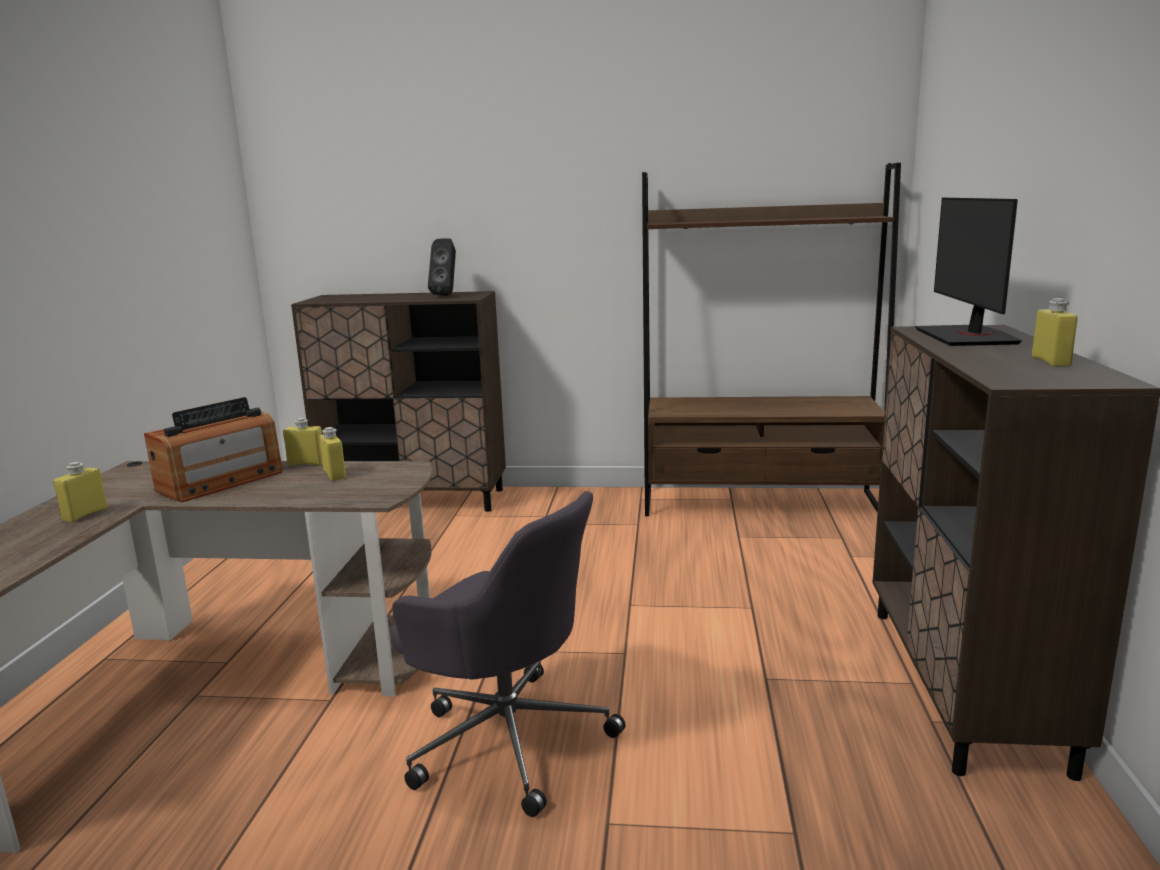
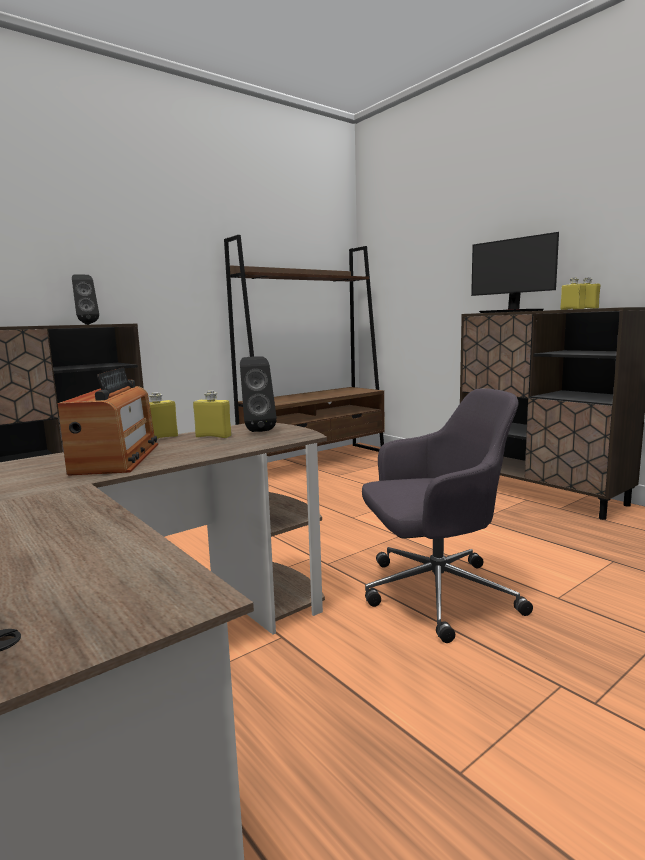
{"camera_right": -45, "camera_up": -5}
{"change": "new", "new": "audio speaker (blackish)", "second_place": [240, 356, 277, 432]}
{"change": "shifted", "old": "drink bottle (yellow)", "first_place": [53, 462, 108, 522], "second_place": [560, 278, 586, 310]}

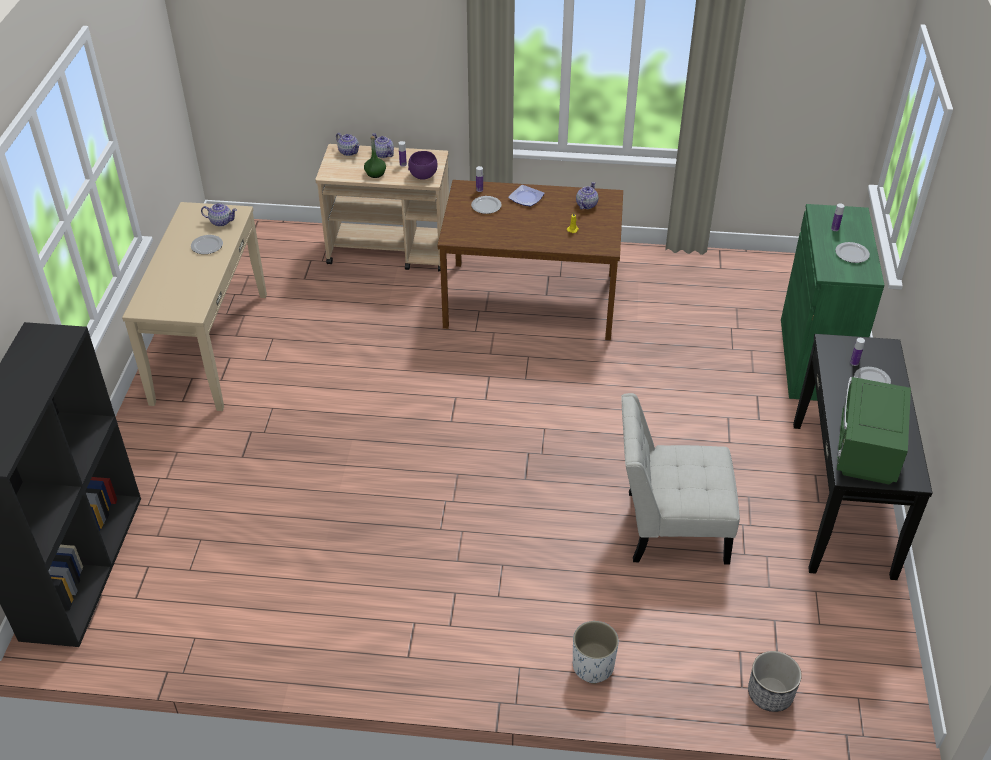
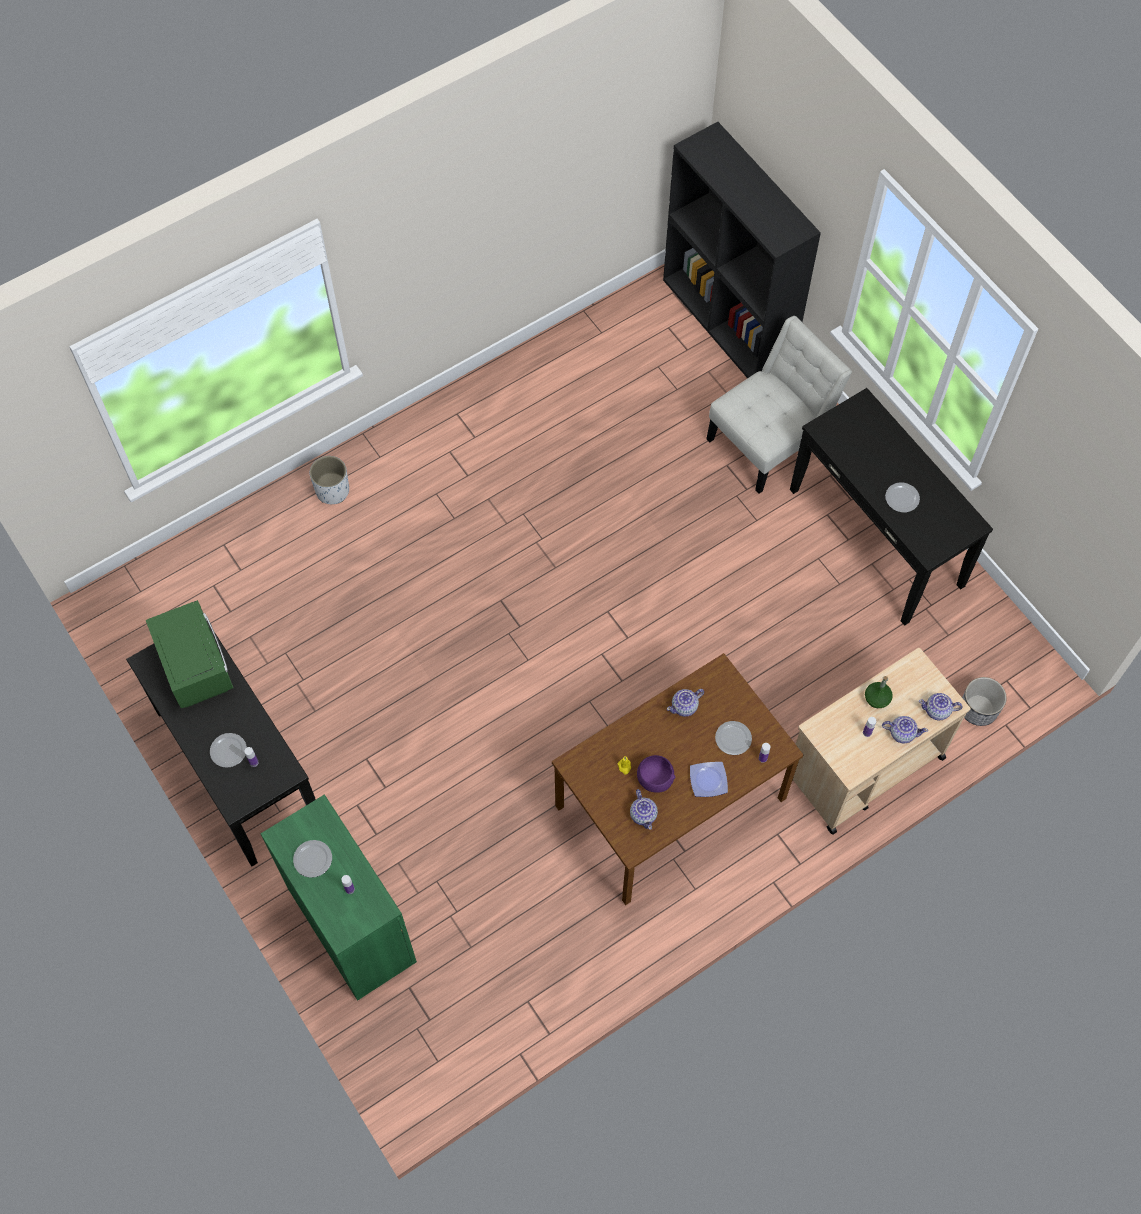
{"camera_right": 140, "camera_up": 20}
{"change": "shifted", "old": "serving bowl (purple-coloured)", "first_place": [408, 151, 438, 180], "second_place": [637, 755, 675, 793]}
{"change": "shifted", "old": "teapot", "first_place": [201, 203, 237, 227], "second_place": [667, 689, 704, 717]}
{"change": "shifted", "old": "plain chair (white)", "first_place": [621, 393, 740, 565], "second_place": [706, 316, 852, 494]}
{"change": "repainted", "old": "narrow table (beige)", "new": "narrow table (blackish)", "first_place": [122, 202, 267, 411], "second_place": [790, 388, 993, 626]}
{"change": "shifted", "old": "flower pot", "first_place": [748, 651, 802, 712], "second_place": [962, 677, 1007, 726]}

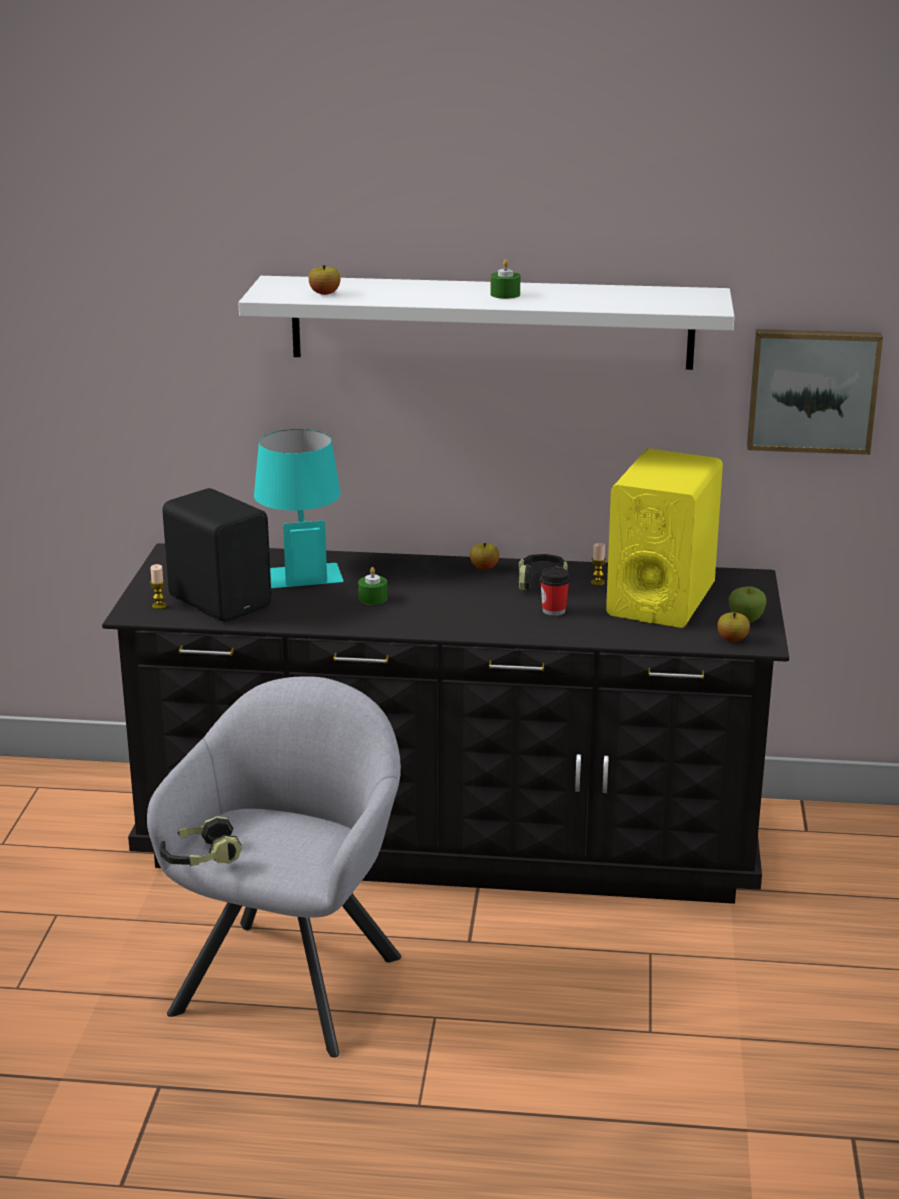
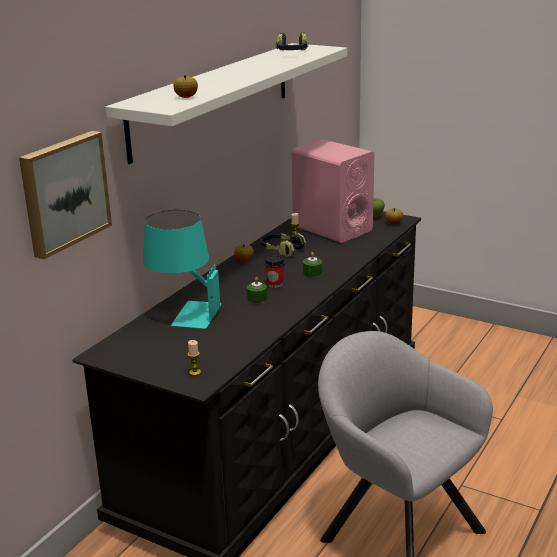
{"camera_right": -65, "camera_up": 0}
{"change": "shifted", "old": "picture", "first_place": [747, 329, 883, 455], "second_place": [19, 131, 112, 259]}
{"change": "shifted", "old": "cup", "first_place": [540, 567, 570, 616], "second_place": [264, 255, 285, 288]}
{"change": "shifted", "old": "headphones", "first_place": [160, 816, 242, 866], "second_place": [276, 32, 308, 51]}
{"change": "repainted", "old": "audio speaker (yellow)", "new": "audio speaker (pink-coloured)", "first_place": [606, 449, 723, 628], "second_place": [291, 139, 375, 243]}
{"change": "shifted", "old": "candle (green)", "first_place": [490, 259, 520, 299], "second_place": [303, 252, 322, 277]}
{"change": "gone", "old": "audio speaker (blackish)", "first_place": [162, 488, 272, 622]}

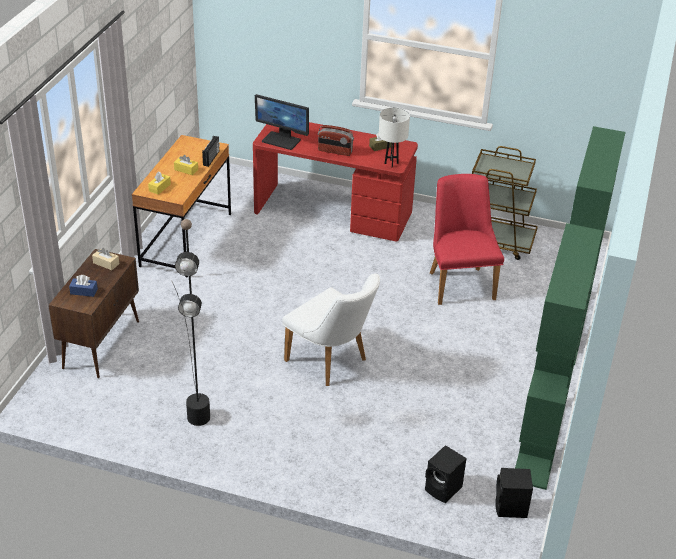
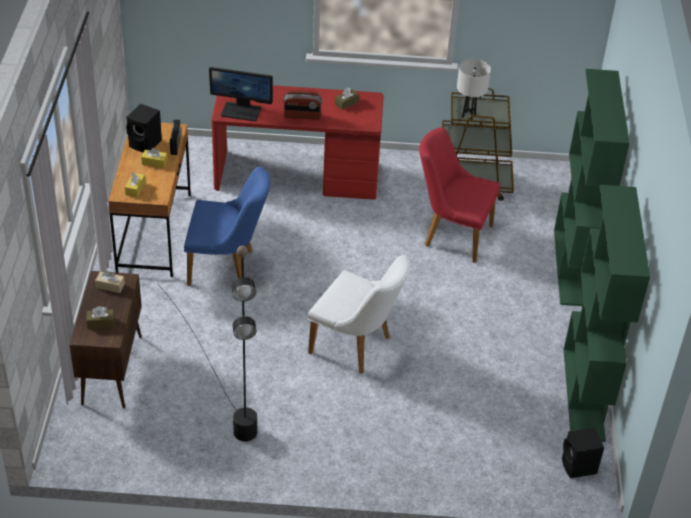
{"camera_right": -15, "camera_up": 5}
{"change": "repainted", "old": "tissue holder (bluish)", "new": "tissue holder (brownish)", "first_place": [69, 275, 98, 297], "second_place": [87, 306, 114, 328]}
{"change": "shifted", "old": "audio speaker (blackish)", "first_place": [425, 445, 467, 503], "second_place": [126, 104, 162, 152]}
{"change": "new", "new": "plain chair (bluish)", "second_place": [184, 167, 271, 286]}
{"change": "rotated", "old": "plain chair (red)", "first_place": [430, 174, 504, 305], "second_place": [419, 127, 500, 263], "degrees": -45}
{"change": "shifted", "old": "table lamp (white)", "first_place": [379, 107, 410, 167], "second_place": [457, 59, 491, 120]}

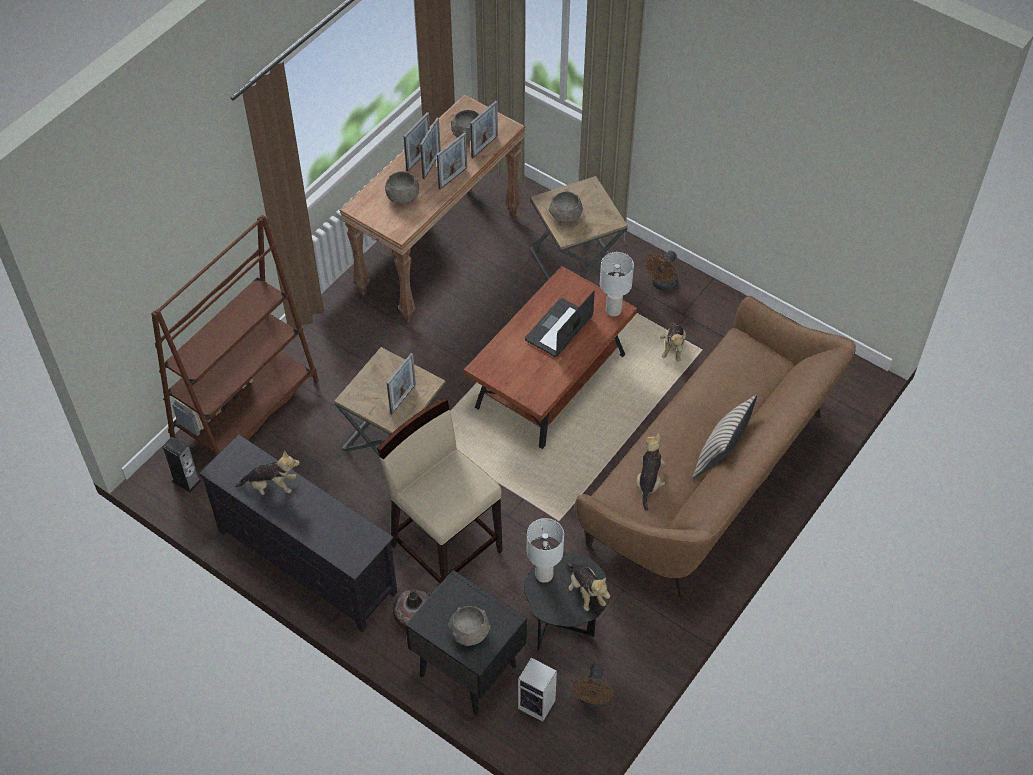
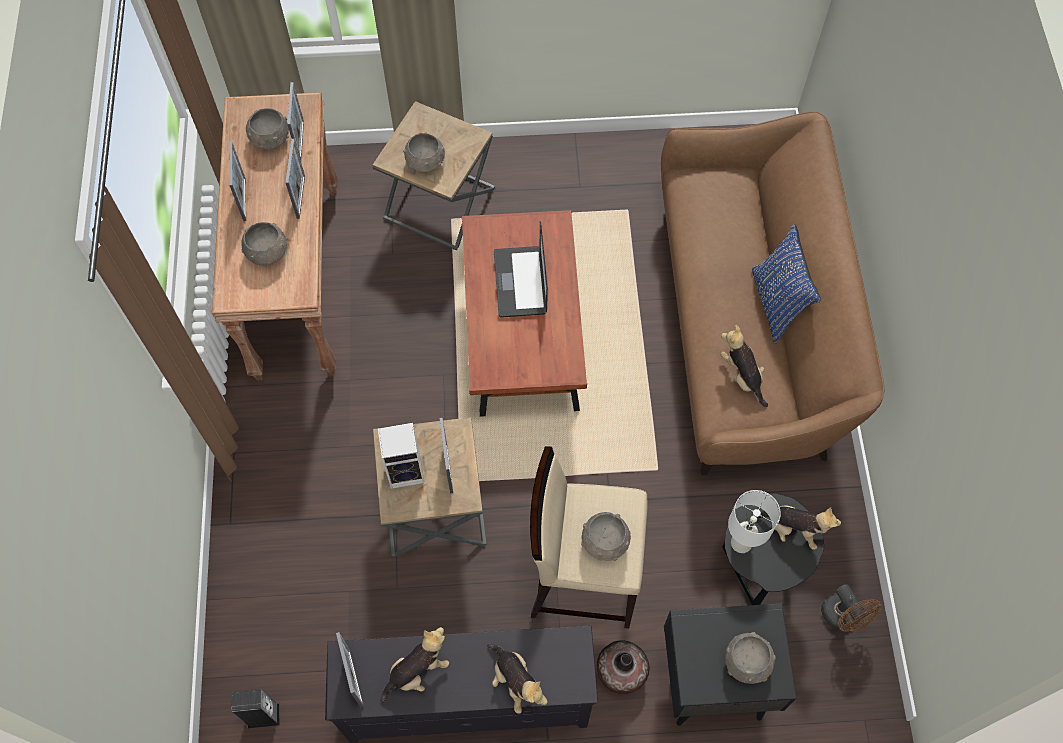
{"camera_right": -40, "camera_up": 10}
{"change": "shifted", "old": "photo frame", "first_place": [420, 118, 441, 179], "second_place": [336, 632, 364, 707]}
{"change": "shifted", "old": "audio speaker", "first_place": [518, 658, 557, 722], "second_place": [378, 423, 424, 489]}
{"change": "shifted", "old": "plush toy", "first_place": [660, 323, 686, 362], "second_place": [487, 644, 547, 714]}
{"change": "new", "new": "serving bowl (grey)", "second_place": [581, 512, 631, 561]}
{"change": "repainted", "old": "pillow (beige)", "new": "pillow (bluish)", "first_place": [693, 395, 757, 479], "second_place": [752, 224, 821, 344]}
{"change": "gone", "old": "bookcase (brownish)", "first_place": [151, 215, 319, 456]}
{"change": "gone", "old": "table lamp (white)", "first_place": [600, 252, 634, 316]}
{"change": "gone", "old": "cooling fan (brownish)", "first_place": [645, 251, 678, 292]}

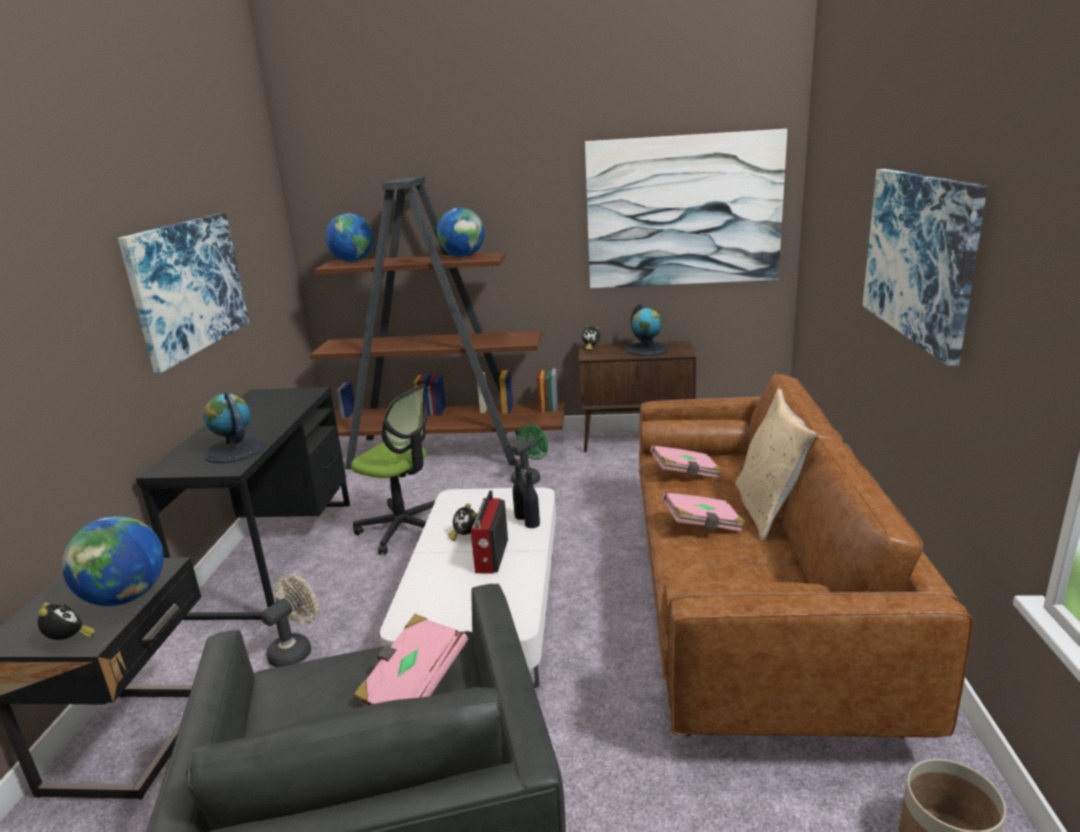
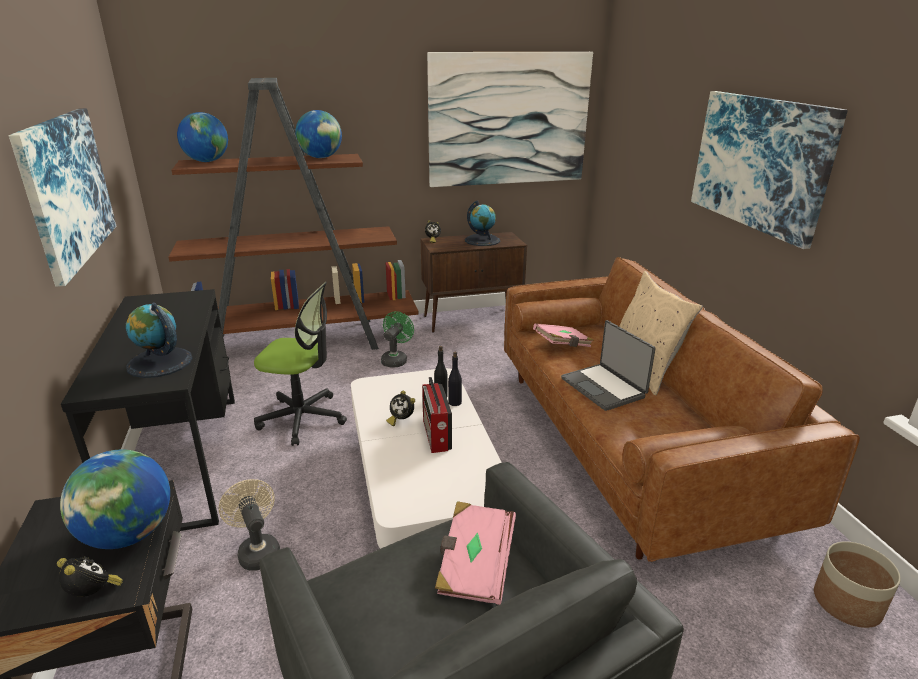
{"camera_right": -20, "camera_up": 5}
{"change": "rotated", "old": "cooling fan (beige)", "first_place": [261, 574, 318, 667], "second_place": [219, 479, 280, 571], "degrees": -45}
{"change": "swapped", "old": "volume (pink-coloured)", "new": "laptop", "first_place": [662, 491, 746, 532], "second_place": [561, 320, 656, 411]}

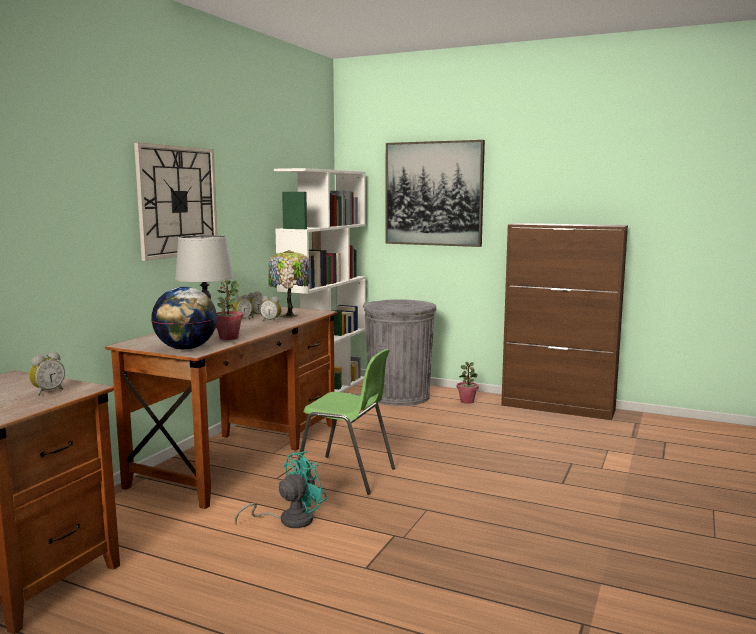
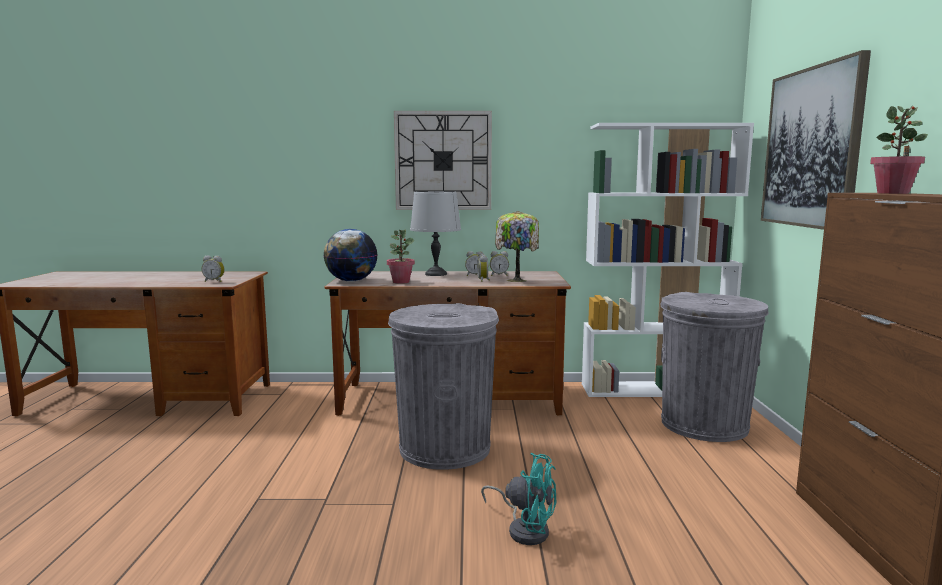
{"camera_right": 65, "camera_up": 0}
{"change": "swapped", "old": "plain chair (green)", "new": "trash can (grey)", "first_place": [296, 349, 395, 495], "second_place": [388, 303, 499, 470]}
{"change": "shifted", "old": "cooling fan (turquoise)", "first_place": [235, 451, 327, 528], "second_place": [481, 453, 556, 545]}
{"change": "shifted", "old": "plant in a pot", "first_place": [457, 362, 479, 404], "second_place": [870, 106, 928, 194]}

